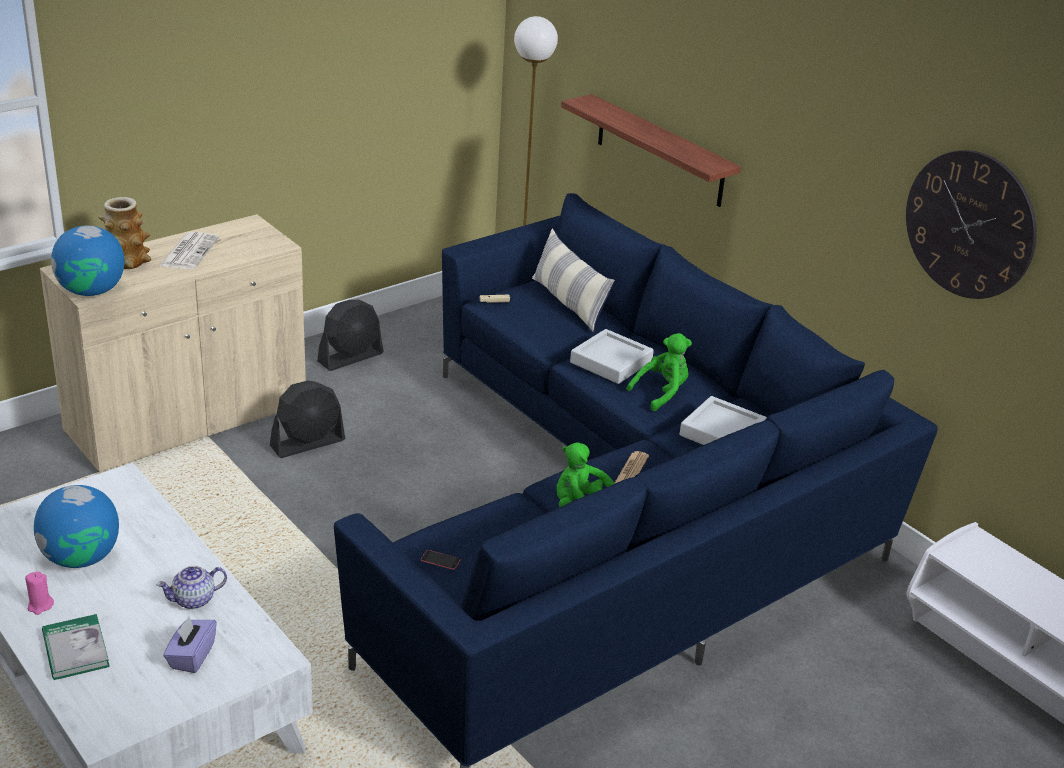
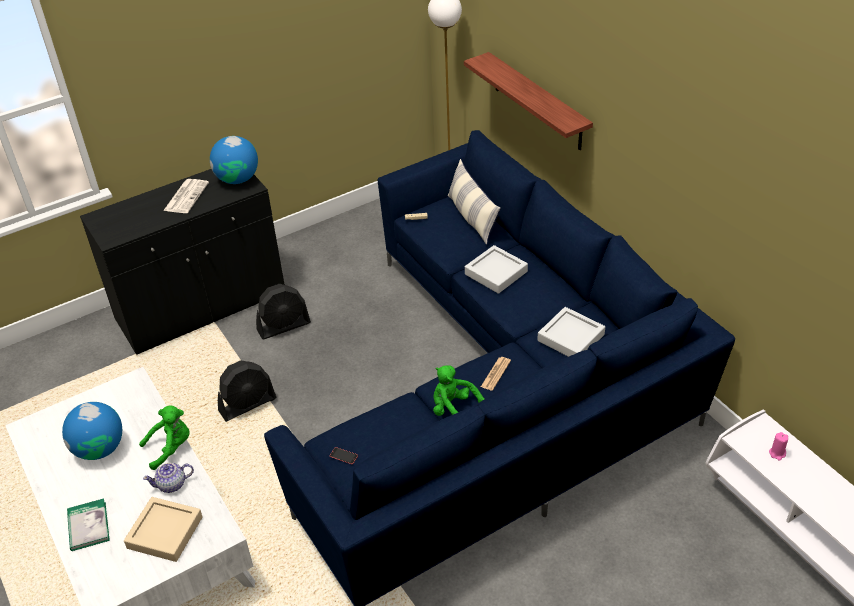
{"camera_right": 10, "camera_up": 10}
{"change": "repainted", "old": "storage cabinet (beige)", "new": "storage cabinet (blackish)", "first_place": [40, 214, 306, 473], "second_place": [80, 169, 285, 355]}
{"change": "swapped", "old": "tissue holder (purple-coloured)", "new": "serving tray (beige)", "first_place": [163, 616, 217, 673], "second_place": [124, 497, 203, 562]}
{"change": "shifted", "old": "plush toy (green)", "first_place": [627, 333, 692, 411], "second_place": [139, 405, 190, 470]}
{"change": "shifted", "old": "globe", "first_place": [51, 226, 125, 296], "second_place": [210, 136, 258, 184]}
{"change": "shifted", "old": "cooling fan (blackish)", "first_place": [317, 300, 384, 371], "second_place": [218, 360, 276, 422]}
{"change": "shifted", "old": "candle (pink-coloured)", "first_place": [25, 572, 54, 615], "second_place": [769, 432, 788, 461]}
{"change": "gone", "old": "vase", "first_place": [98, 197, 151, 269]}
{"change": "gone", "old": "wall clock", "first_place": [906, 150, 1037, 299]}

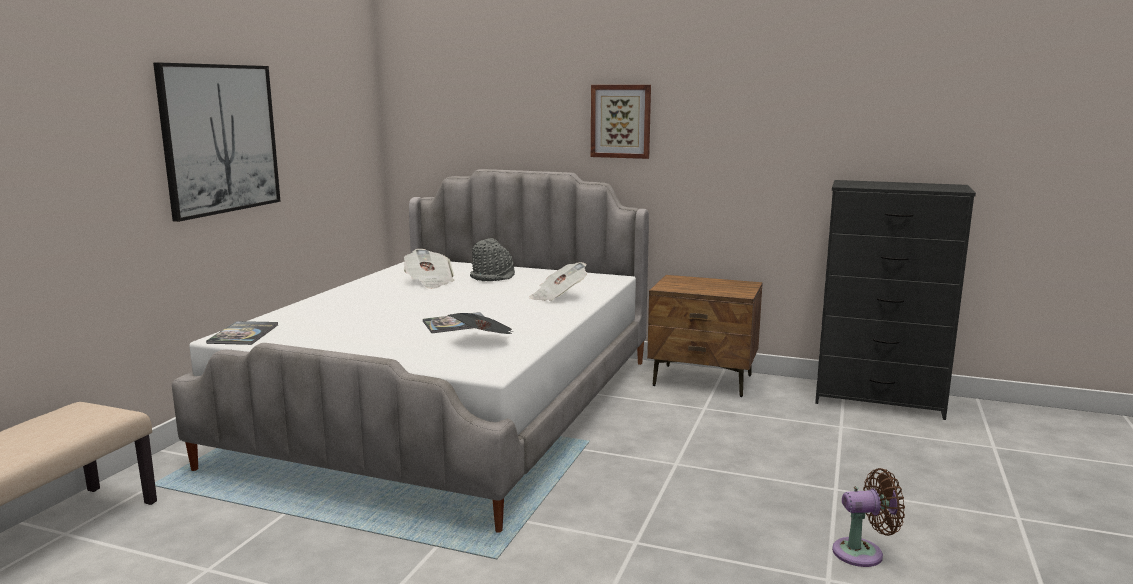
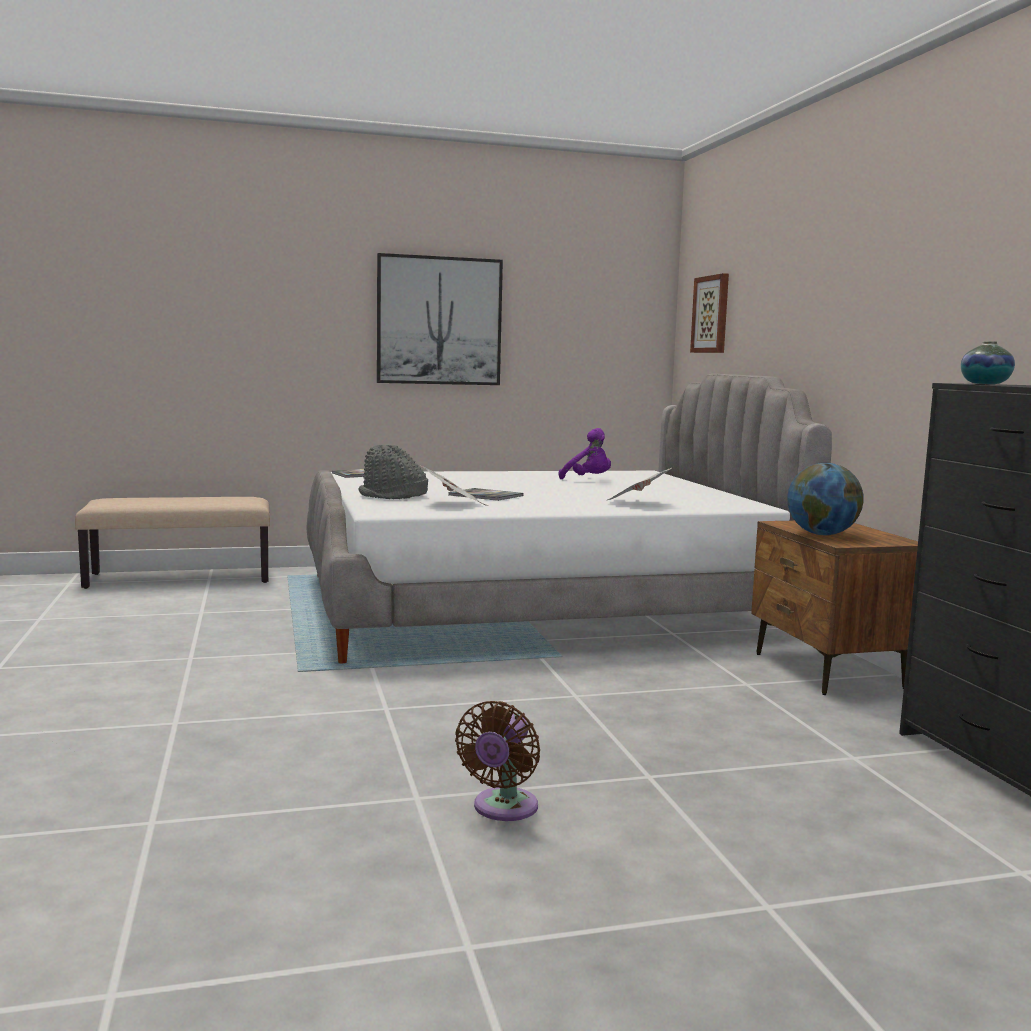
{"camera_right": 55, "camera_up": -5}
{"change": "shifted", "old": "wearable hat (grey)", "first_place": [470, 238, 515, 281], "second_place": [359, 444, 428, 499]}
{"change": "rotated", "old": "cooling fan (brownish)", "first_place": [832, 468, 905, 567], "second_place": [455, 701, 540, 821], "degrees": 60}
{"change": "swapped", "old": "printed paper", "new": "plush toy (purple-coloured)", "first_place": [404, 249, 455, 289], "second_place": [559, 428, 611, 479]}
{"change": "shifted", "old": "picture", "first_place": [591, 85, 651, 159], "second_place": [690, 273, 729, 353]}
{"change": "new", "new": "globe", "second_place": [787, 463, 864, 535]}
{"change": "new", "new": "vase", "second_place": [961, 341, 1015, 384]}

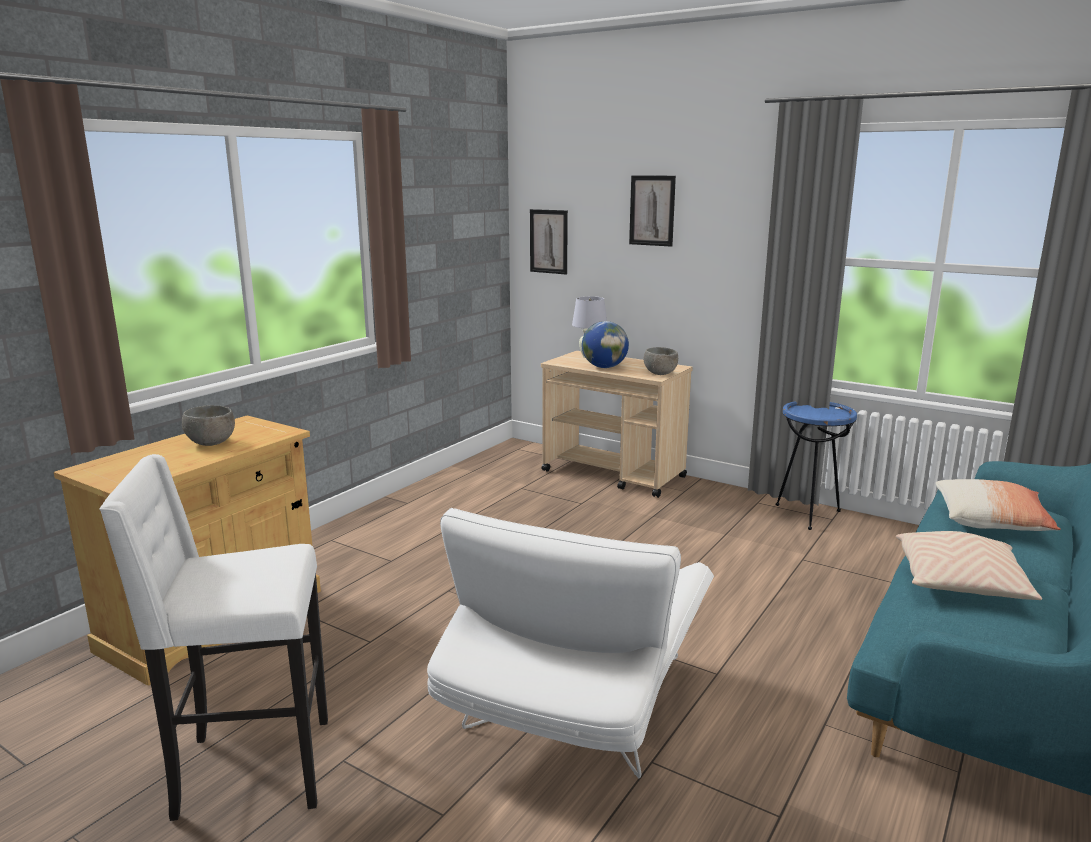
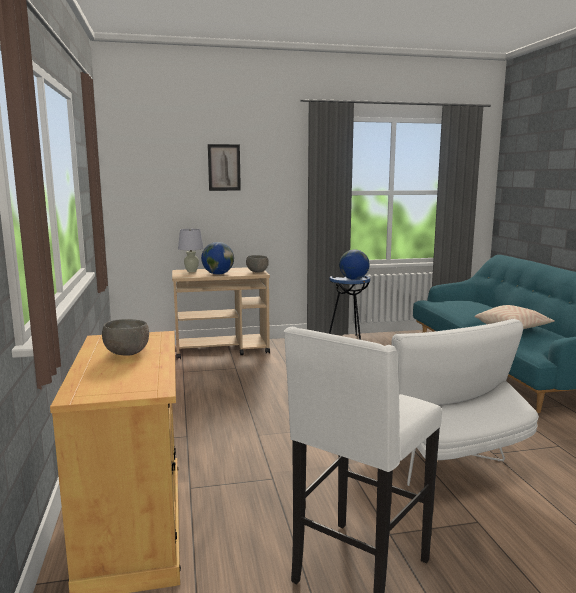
{"camera_right": -45, "camera_up": -5}
{"change": "new", "new": "globe", "second_place": [339, 250, 370, 280]}
{"change": "gone", "old": "picture", "first_place": [530, 209, 568, 274]}
{"change": "gone", "old": "pillow", "first_place": [936, 479, 1061, 531]}

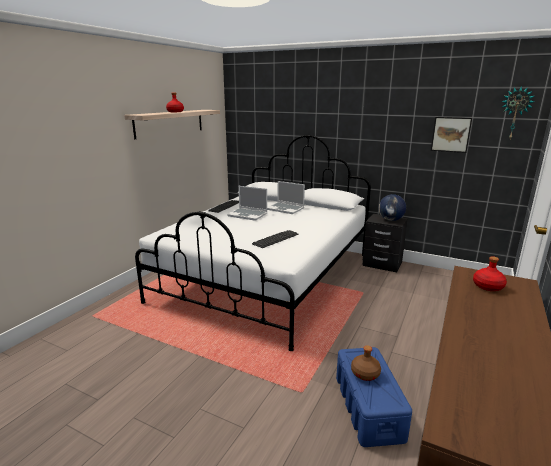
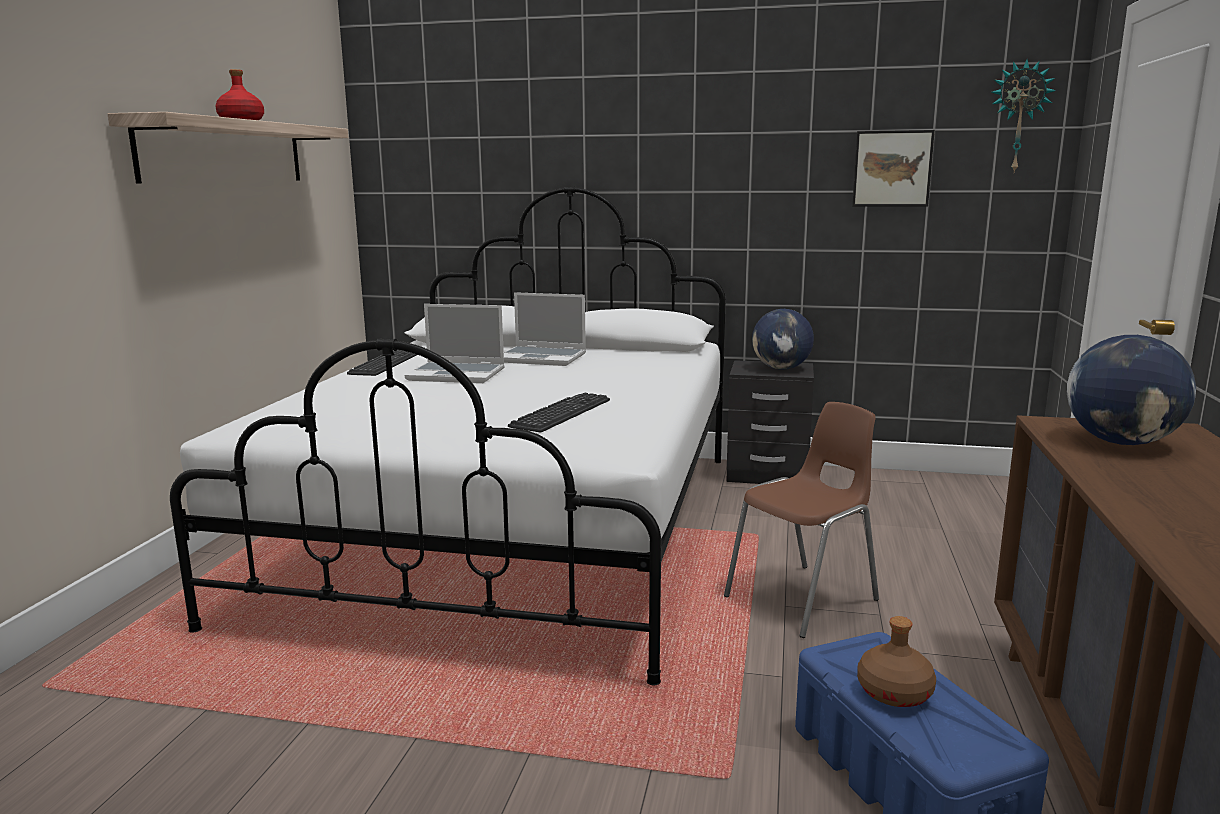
{"camera_right": -15, "camera_up": -5}
{"change": "new", "new": "plain chair (brownish)", "second_place": [724, 402, 879, 638]}
{"change": "swapped", "old": "drink bottle (red)", "new": "globe", "first_place": [473, 256, 507, 291], "second_place": [1067, 335, 1196, 445]}

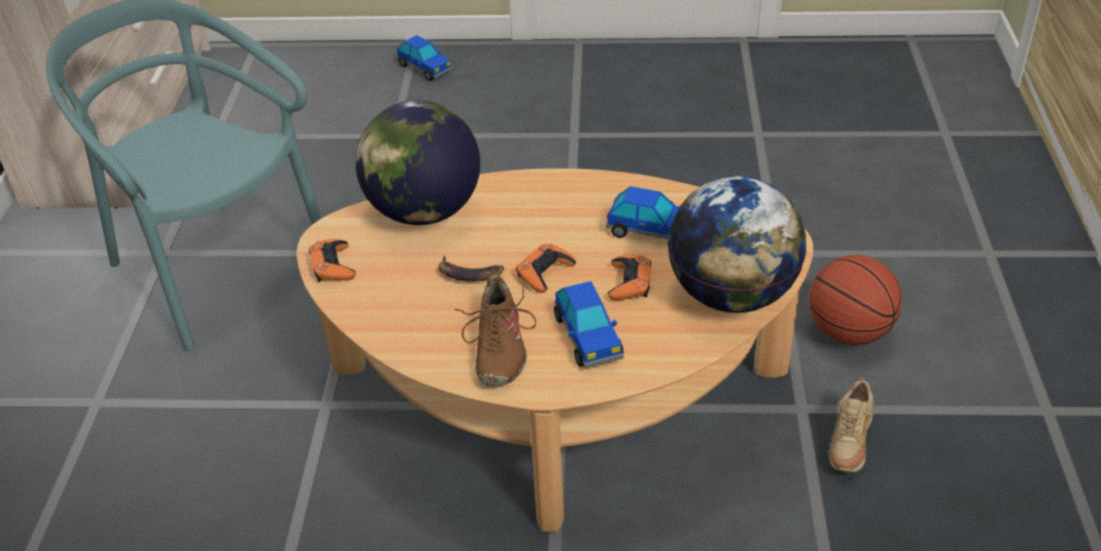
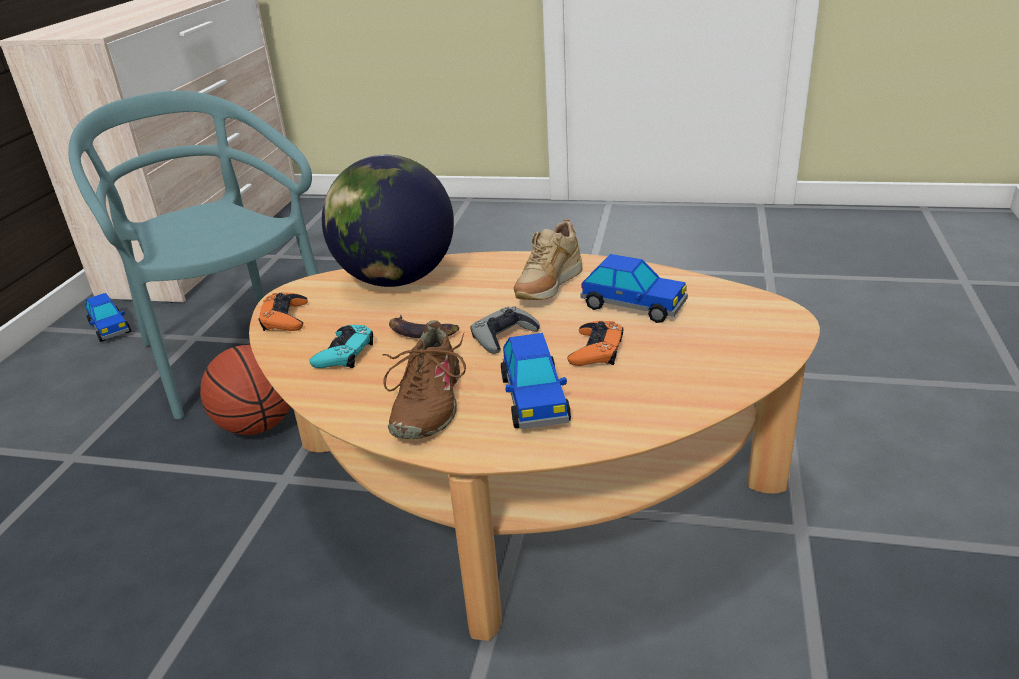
{"camera_right": 10, "camera_up": -10}
{"change": "shifted", "old": "model car", "first_place": [397, 35, 453, 81], "second_place": [85, 293, 131, 342]}
{"change": "shifted", "old": "basketball ball", "first_place": [809, 255, 902, 345], "second_place": [200, 345, 291, 435]}
{"change": "new", "new": "joypad (turquoise)", "second_place": [309, 325, 373, 368]}
{"change": "repainted", "old": "joypad (orangey)", "new": "joypad (grey)", "first_place": [516, 244, 576, 293], "second_place": [470, 307, 540, 354]}
{"change": "shifted", "old": "item of footwear (beige)", "first_place": [830, 378, 874, 472], "second_place": [514, 219, 582, 300]}
{"change": "gone", "old": "globe", "first_place": [667, 176, 807, 313]}

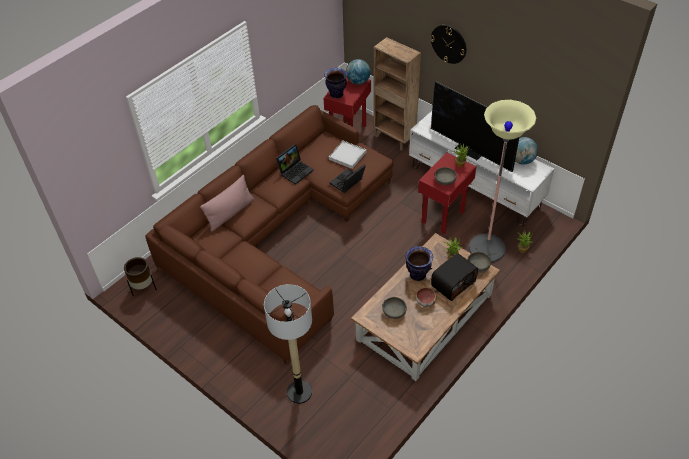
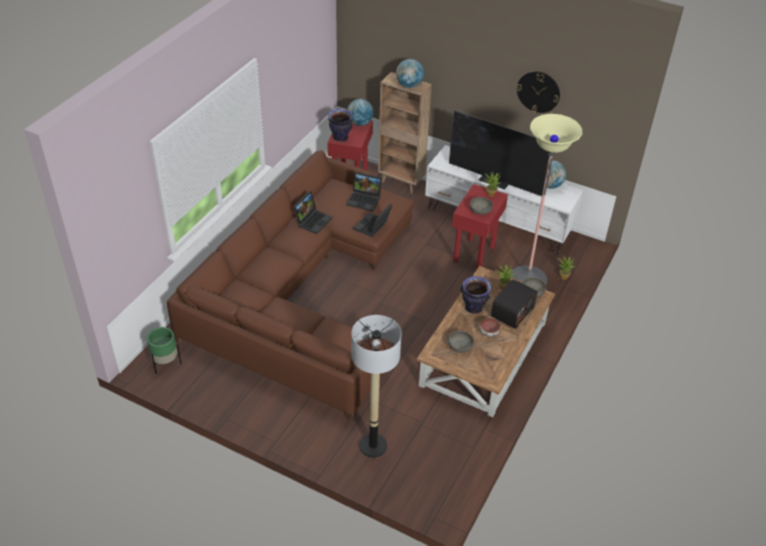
{"camera_right": -15, "camera_up": -5}
{"change": "repainted", "old": "flower pot (brownish)", "new": "flower pot (green)", "first_place": [124, 257, 157, 296], "second_place": [147, 327, 182, 374]}
{"change": "swapped", "old": "serving tray (white)", "new": "laptop", "first_place": [329, 141, 366, 169], "second_place": [346, 172, 382, 212]}
{"change": "new", "new": "globe", "second_place": [396, 59, 424, 88]}
{"change": "shifted", "old": "wall clock", "first_place": [430, 25, 466, 64], "second_place": [517, 71, 560, 113]}
{"change": "gone", "old": "pillow (pink-coloured)", "first_place": [200, 175, 255, 232]}

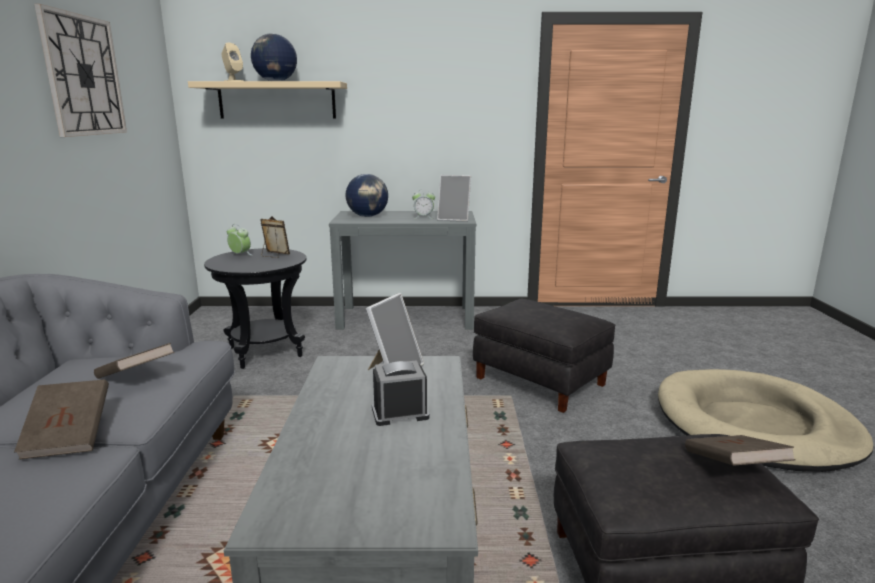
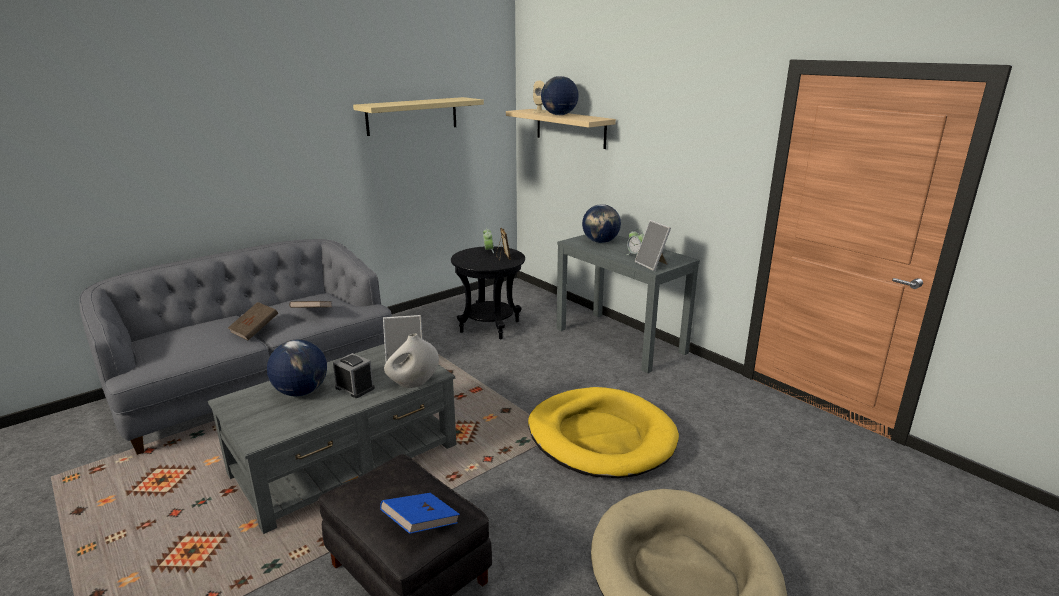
{"camera_right": 50, "camera_up": 5}
{"change": "new", "new": "globe", "second_place": [267, 340, 327, 396]}
{"change": "swapped", "old": "wall clock", "new": "wall shelf (beige)", "first_place": [34, 4, 127, 137], "second_place": [353, 97, 484, 136]}
{"change": "repainted", "old": "volume (brownish)", "new": "volume (bluish)", "first_place": [685, 435, 796, 466], "second_place": [380, 493, 460, 534]}
{"change": "new", "new": "vase (white)", "second_place": [384, 334, 439, 388]}
{"change": "swapped", "old": "footrest (blackish)", "new": "dog cushion (yellow)", "first_place": [473, 299, 615, 413], "second_place": [528, 387, 679, 478]}

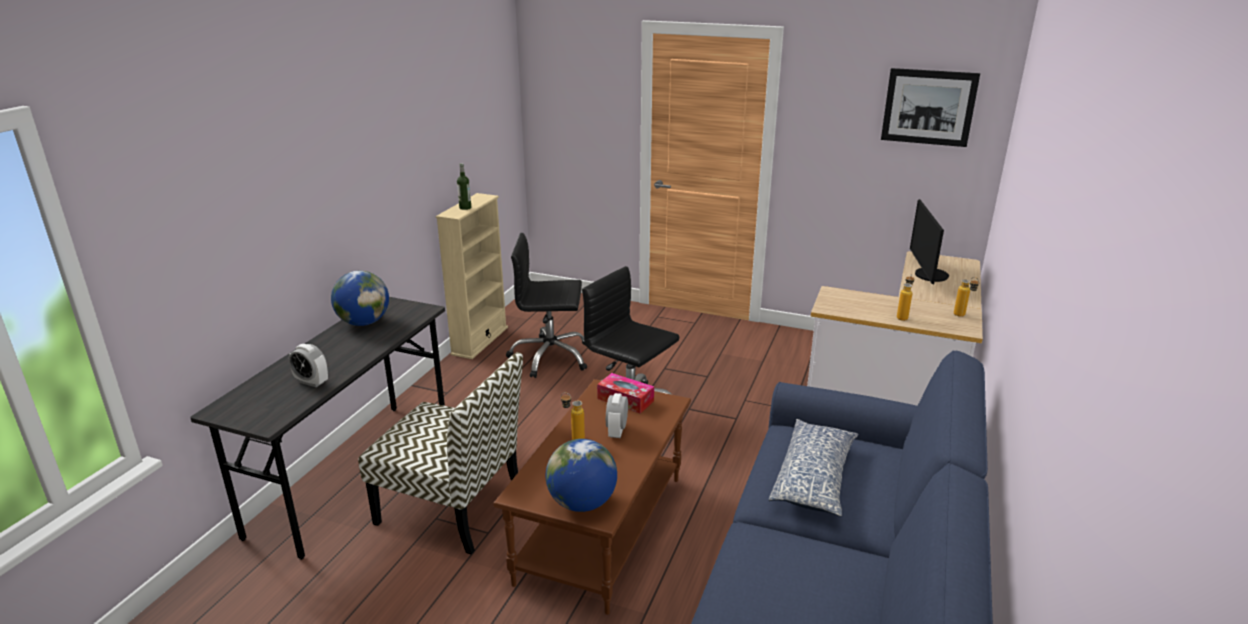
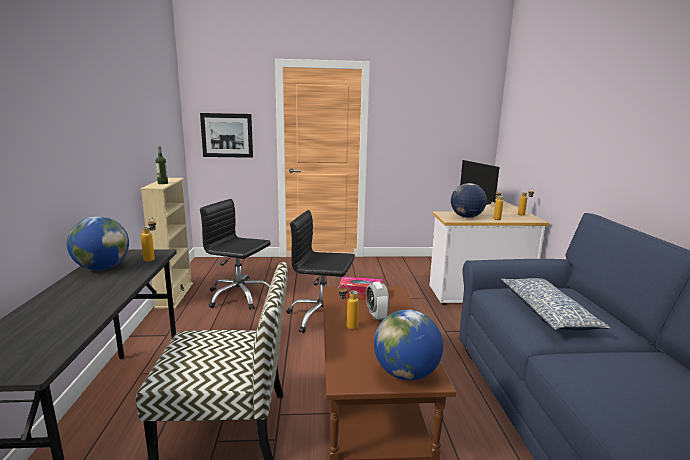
{"camera_right": -25, "camera_up": -10}
{"change": "new", "new": "drink bottle", "second_place": [141, 218, 156, 262]}
{"change": "shifted", "old": "picture", "first_place": [881, 68, 980, 147], "second_place": [200, 113, 253, 158]}
{"change": "rotated", "old": "office chair (blackish)", "first_place": [506, 233, 587, 378], "second_place": [200, 199, 271, 310], "degrees": 45}
{"change": "new", "new": "globe", "second_place": [451, 183, 487, 218]}
{"change": "gone", "old": "bedside clock", "first_place": [289, 344, 328, 387]}

